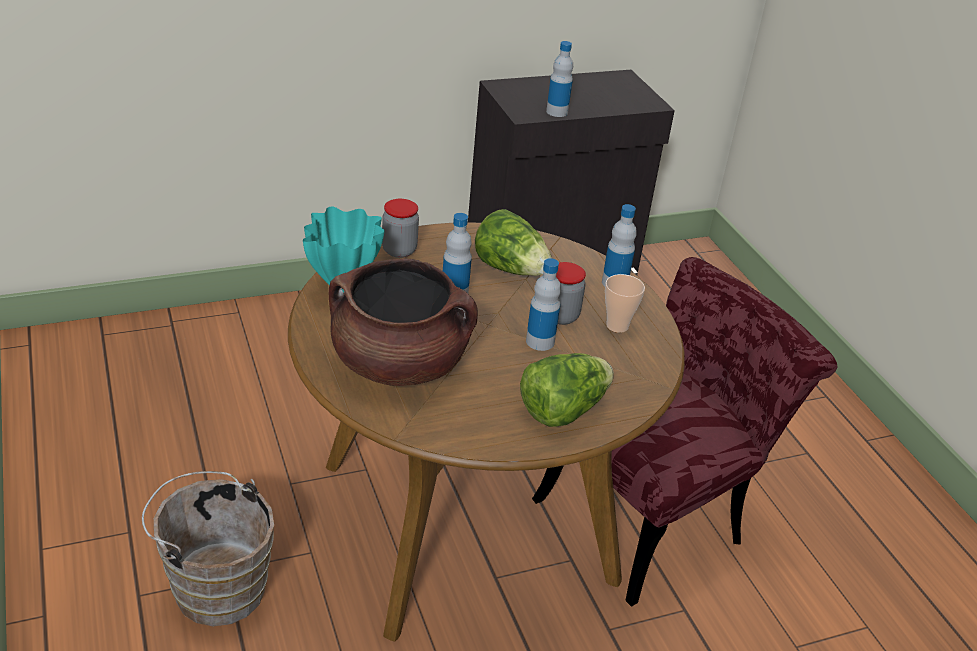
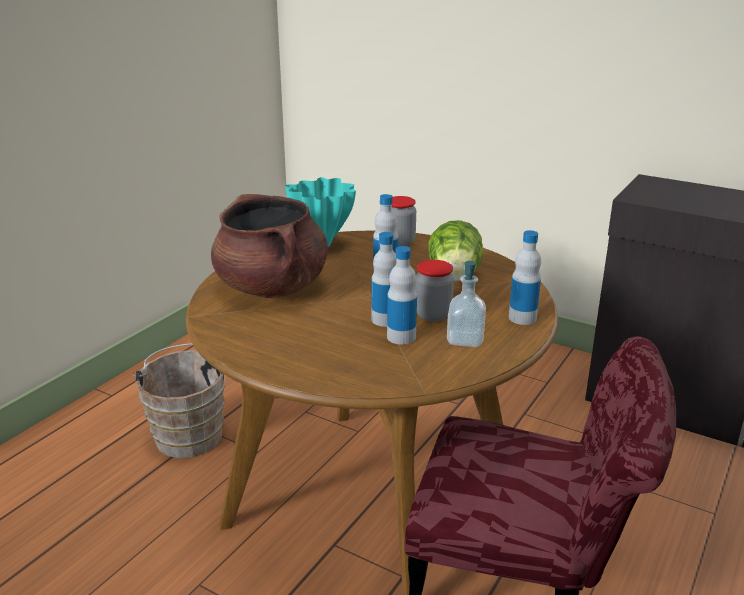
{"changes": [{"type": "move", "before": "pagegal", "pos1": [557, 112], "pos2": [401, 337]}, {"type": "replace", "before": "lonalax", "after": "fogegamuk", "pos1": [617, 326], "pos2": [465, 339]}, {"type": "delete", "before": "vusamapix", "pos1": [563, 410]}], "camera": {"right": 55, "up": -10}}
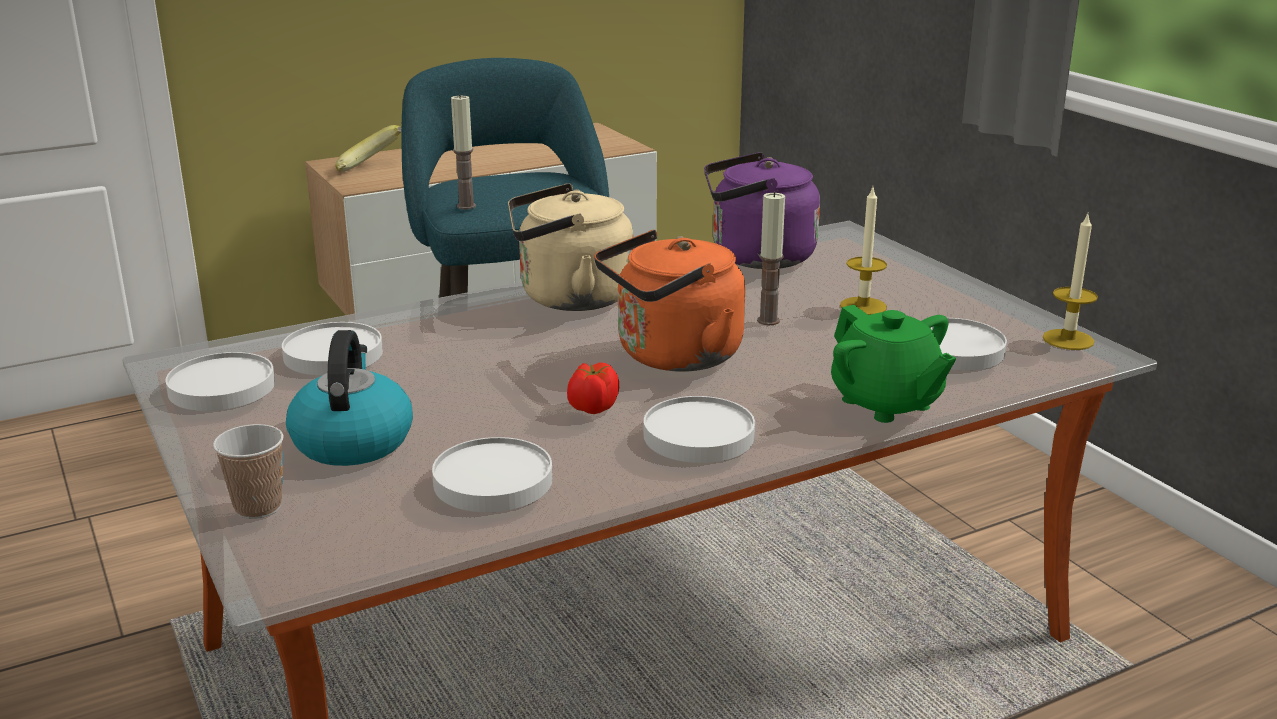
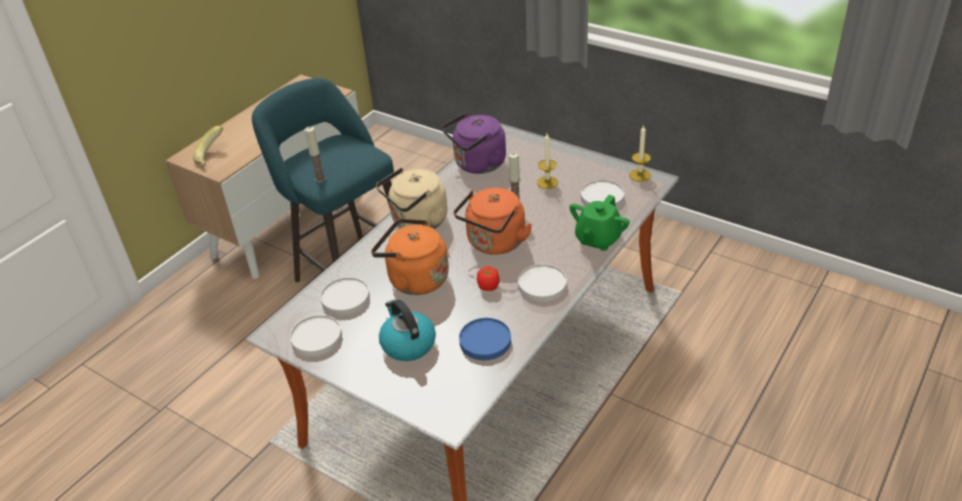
{"changes": [{"type": "rotate", "before": "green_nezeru", "pos1": [886, 403], "pos2": [598, 239], "turn": 90}, {"type": "delete", "before": "lonalax", "pos1": [258, 507]}, {"type": "recolor", "before": "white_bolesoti", "after": "blue_bolesoti", "pos1": [494, 481], "pos2": [485, 341]}, {"type": "insert", "after": "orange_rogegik", "pos2": [414, 279]}], "camera": {"right": -25, "up": 15}}
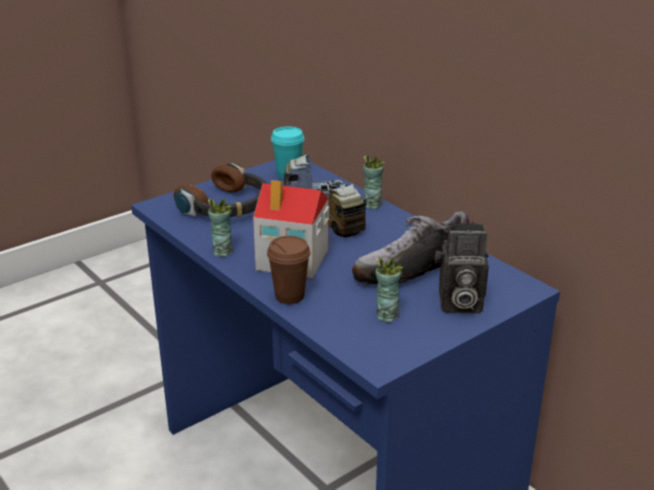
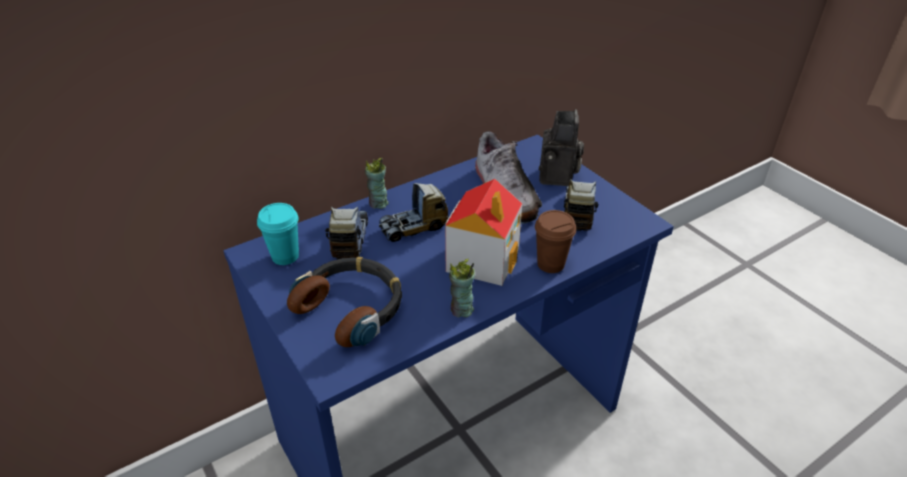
{"changes": [{"type": "replace", "before": "lonalax", "after": "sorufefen", "pos1": [386, 315], "pos2": [577, 212]}], "camera": {"right": -85, "up": 10}}
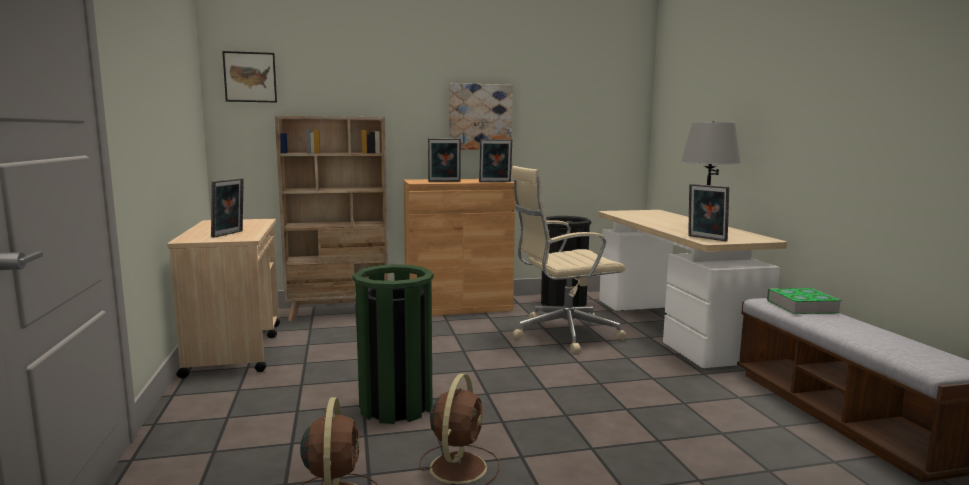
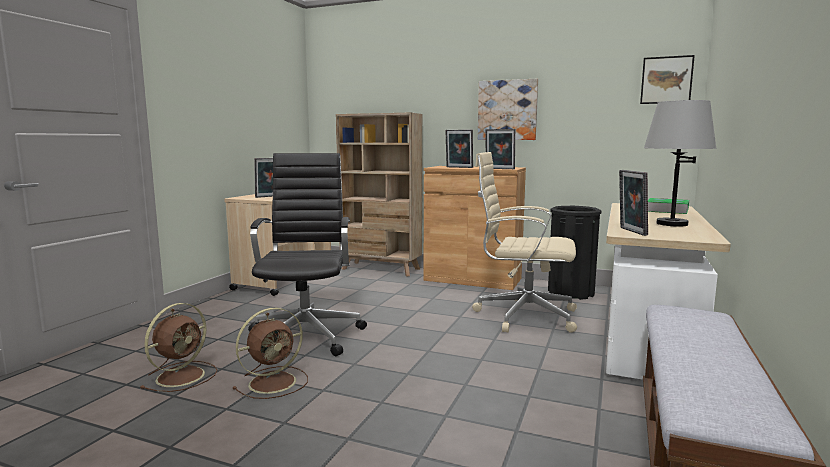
{"changes": [{"type": "move", "before": "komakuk", "pos1": [250, 77], "pos2": [666, 80]}, {"type": "replace", "before": "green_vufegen", "after": "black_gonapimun", "pos1": [396, 406], "pos2": [307, 335]}, {"type": "move", "before": "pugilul", "pos1": [802, 306], "pos2": [667, 210]}], "camera": {"right": 35, "up": 0}}
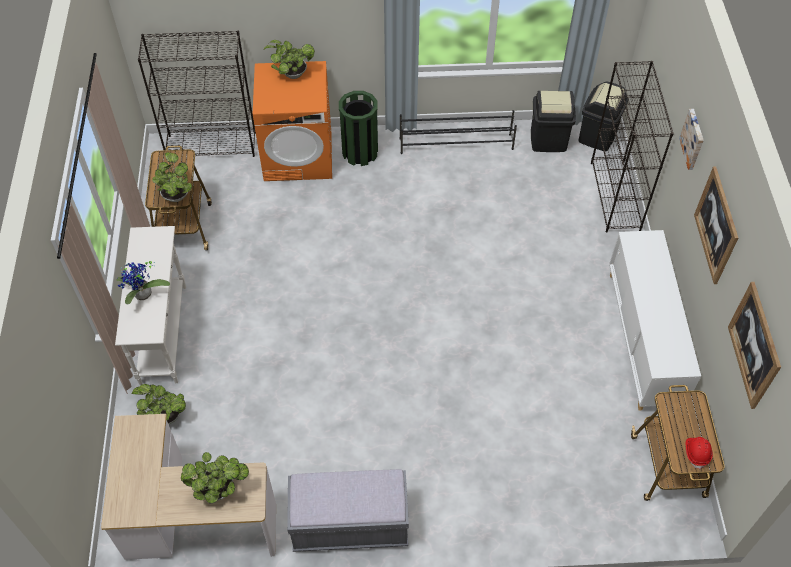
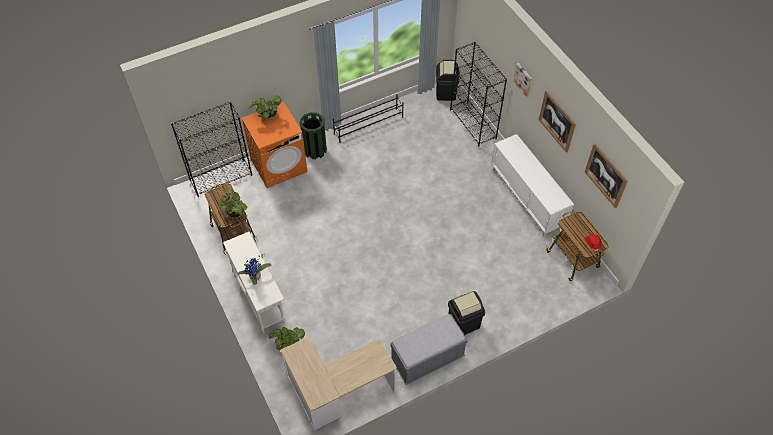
{"changes": [{"type": "move", "before": "black_vufegen", "pos1": [548, 140], "pos2": [463, 323]}, {"type": "delete", "before": "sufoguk", "pos1": [220, 489]}], "camera": {"right": -25, "up": 0}}
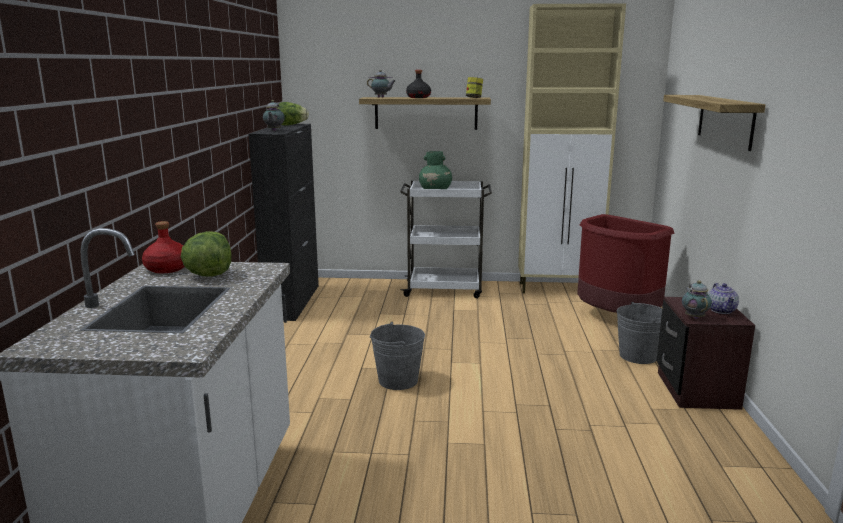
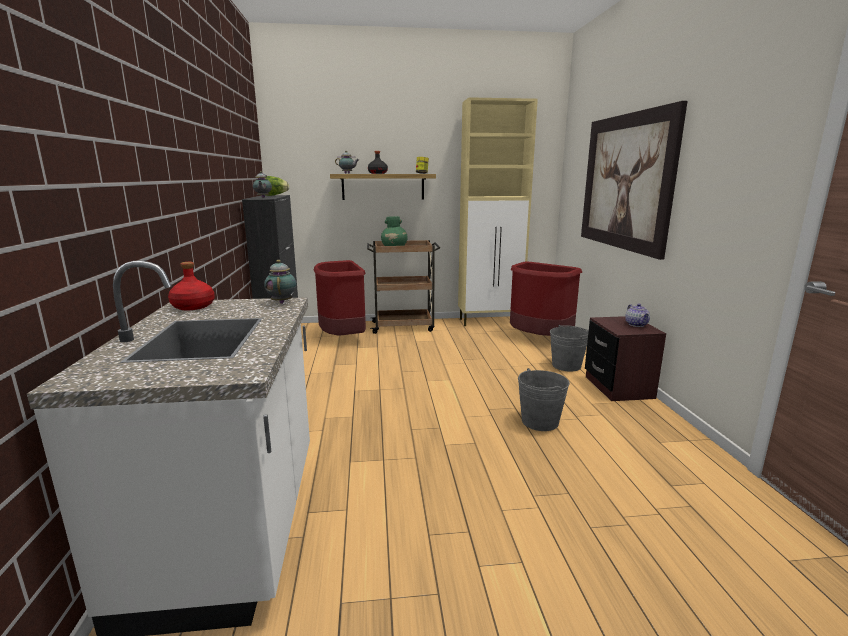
{"changes": [{"type": "replace", "before": "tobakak", "after": "komakuk", "pos1": [725, 120], "pos2": [625, 182]}, {"type": "recolor", "before": "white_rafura", "after": "brown_rafura", "pos1": [445, 289], "pos2": [404, 326]}, {"type": "delete", "before": "vusamapix", "pos1": [208, 275]}, {"type": "move", "before": "nezeru", "pos1": [694, 317], "pos2": [282, 302]}, {"type": "move", "before": "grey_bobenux", "pos1": [398, 380], "pos2": [539, 422]}, {"type": "insert", "after": "red_vufegen", "pos2": [342, 338]}], "camera": {"right": -10, "up": 0}}
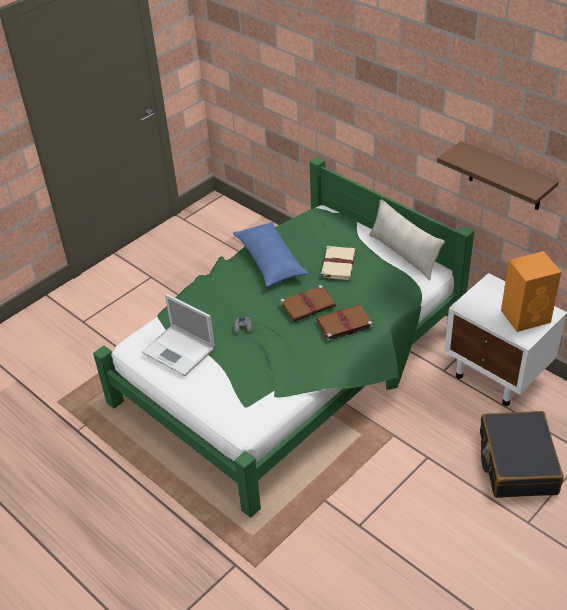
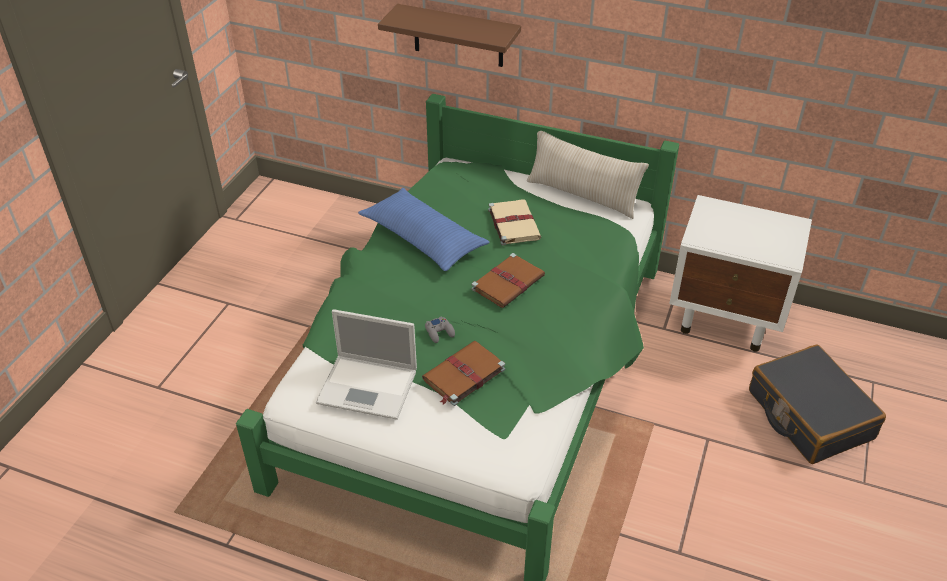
{"changes": [{"type": "move", "before": "brown_tobakak", "pos1": [505, 177], "pos2": [458, 36]}, {"type": "delete", "before": "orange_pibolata", "pos1": [526, 316]}, {"type": "move", "before": "brown_pugilul", "pos1": [343, 324], "pos2": [463, 375]}], "camera": {"right": -25, "up": 0}}
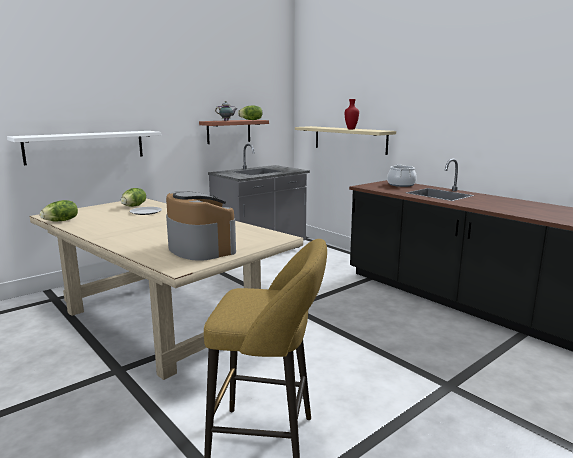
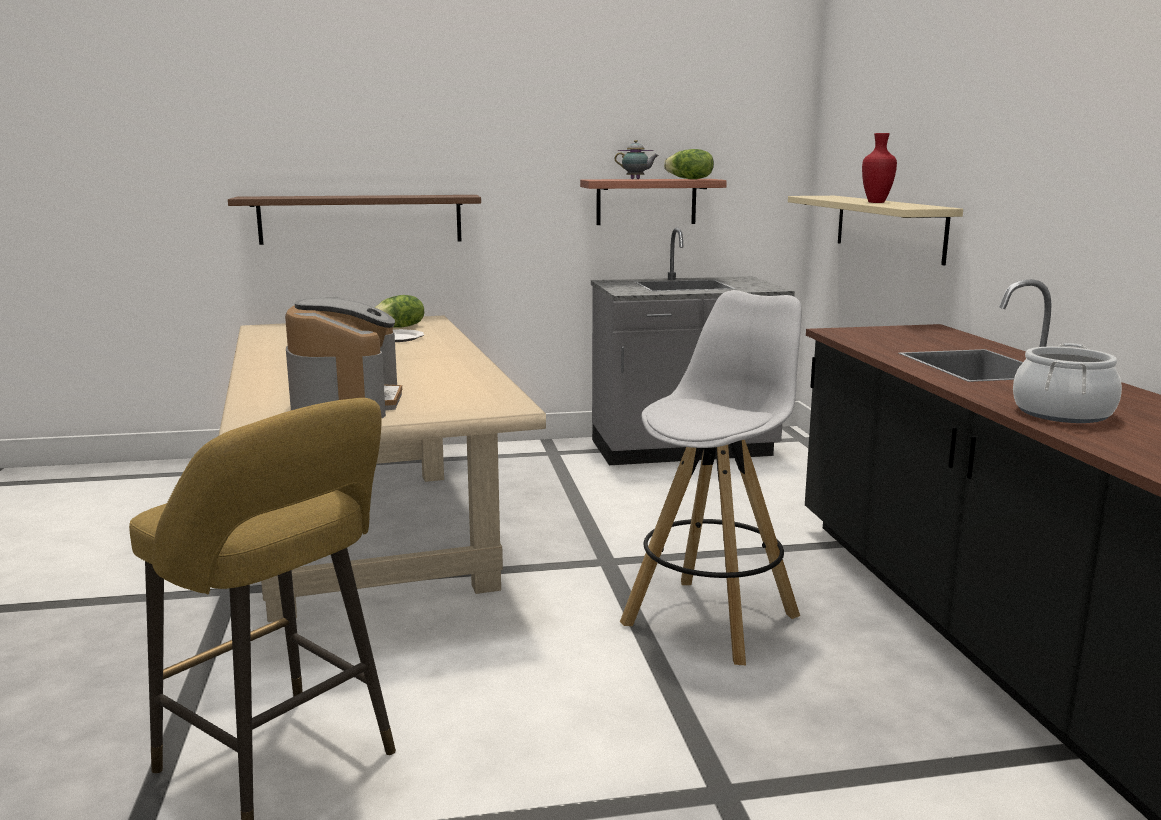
{"changes": [{"type": "recolor", "before": "white_tobakak", "after": "brown_tobakak", "pos1": [86, 146], "pos2": [360, 219]}, {"type": "move", "before": "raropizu", "pos1": [401, 184], "pos2": [1062, 413]}, {"type": "delete", "before": "vusamapix", "pos1": [61, 221]}, {"type": "insert", "after": "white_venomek", "pos2": [712, 619]}], "camera": {"right": 30, "up": 0}}
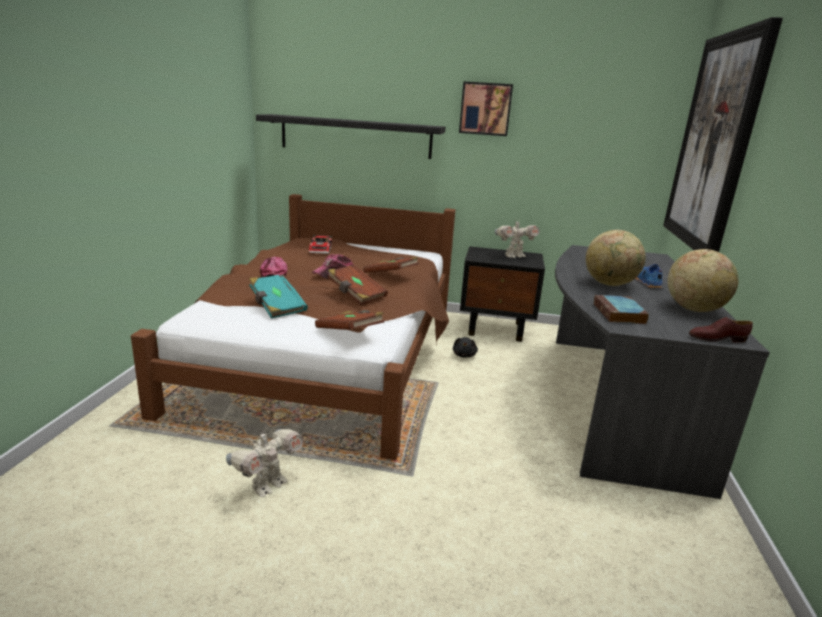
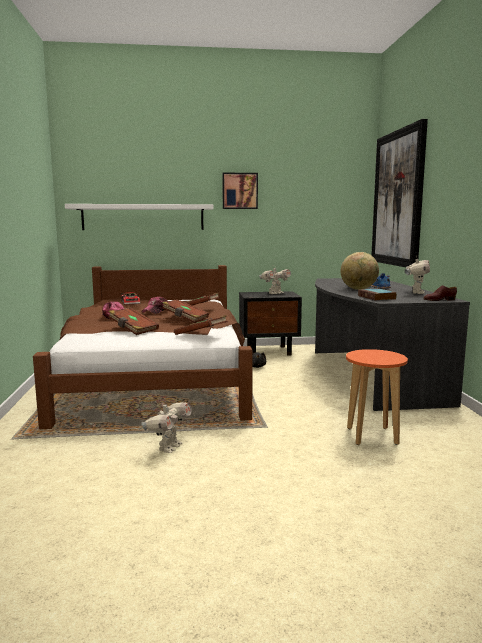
{"changes": [{"type": "recolor", "before": "black_tobakak", "after": "white_tobakak", "pos1": [355, 136], "pos2": [143, 217]}, {"type": "replace", "before": "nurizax", "after": "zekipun", "pos1": [694, 309], "pos2": [416, 293]}, {"type": "recolor", "before": "turquoise_pugilul", "after": "brown_pugilul", "pos1": [277, 307], "pos2": [133, 330]}, {"type": "insert", "after": "orange_venomek", "pos2": [372, 436]}], "camera": {"right": -15, "up": -10}}
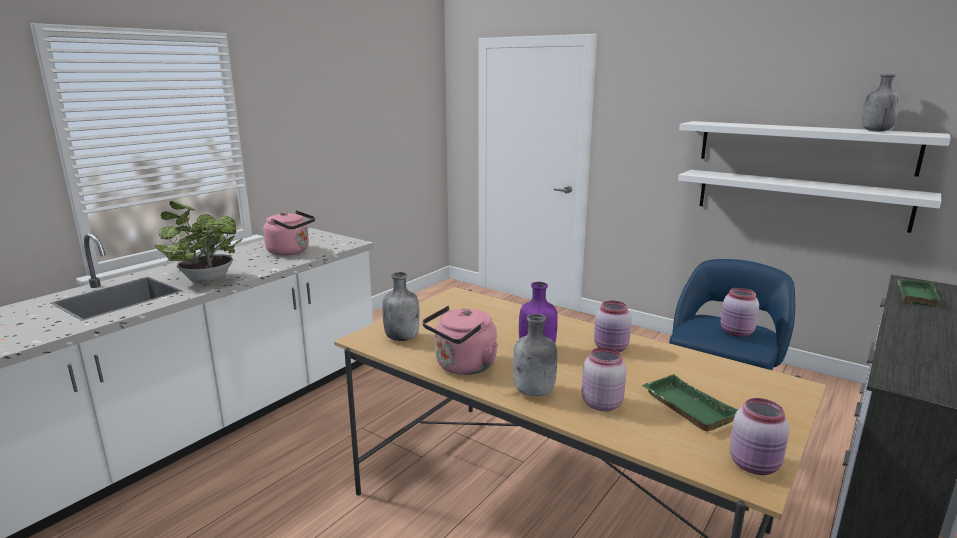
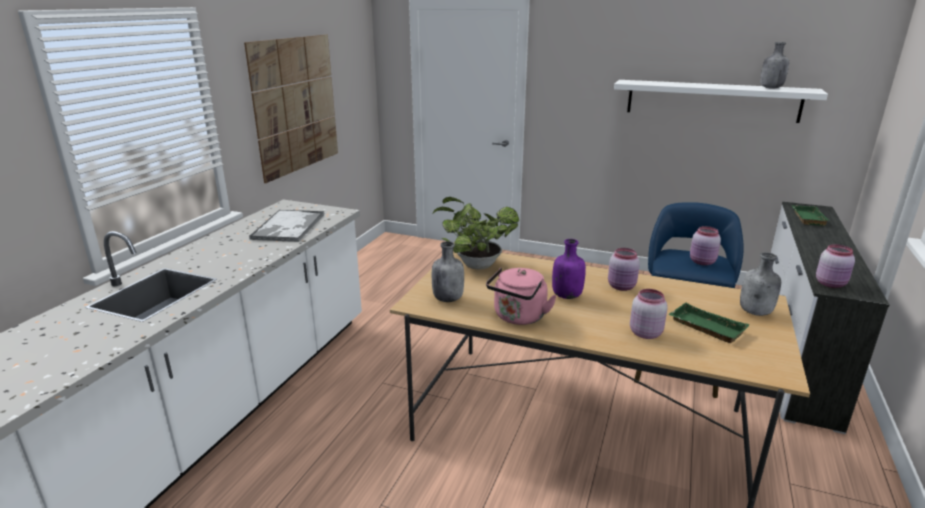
{"changes": [{"type": "delete", "before": "white_tobakak", "pos1": [799, 199]}, {"type": "move", "before": "sufoguk", "pos1": [205, 280], "pos2": [474, 265]}, {"type": "replace", "before": "pink_rogegik", "after": "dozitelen", "pos1": [291, 251], "pos2": [288, 227]}, {"type": "move", "before": "grey_pagegal", "pos1": [534, 392], "pos2": [756, 312]}, {"type": "move", "before": "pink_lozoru", "pos1": [755, 465], "pos2": [831, 284]}, {"type": "insert", "after": "komakuk", "pos2": [296, 105]}], "camera": {"right": -15, "up": 5}}
